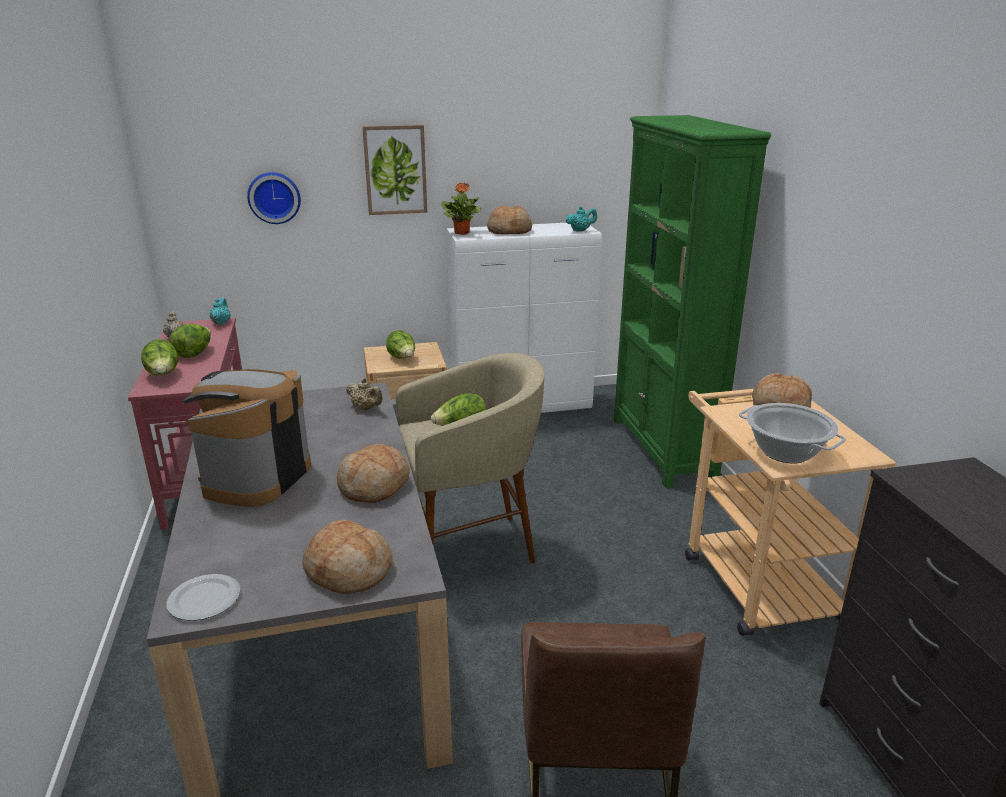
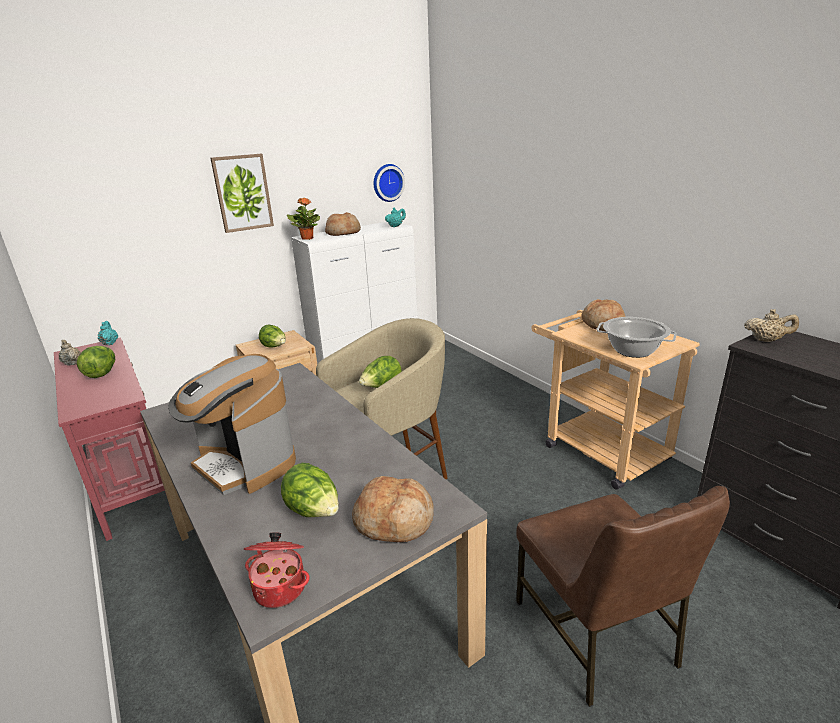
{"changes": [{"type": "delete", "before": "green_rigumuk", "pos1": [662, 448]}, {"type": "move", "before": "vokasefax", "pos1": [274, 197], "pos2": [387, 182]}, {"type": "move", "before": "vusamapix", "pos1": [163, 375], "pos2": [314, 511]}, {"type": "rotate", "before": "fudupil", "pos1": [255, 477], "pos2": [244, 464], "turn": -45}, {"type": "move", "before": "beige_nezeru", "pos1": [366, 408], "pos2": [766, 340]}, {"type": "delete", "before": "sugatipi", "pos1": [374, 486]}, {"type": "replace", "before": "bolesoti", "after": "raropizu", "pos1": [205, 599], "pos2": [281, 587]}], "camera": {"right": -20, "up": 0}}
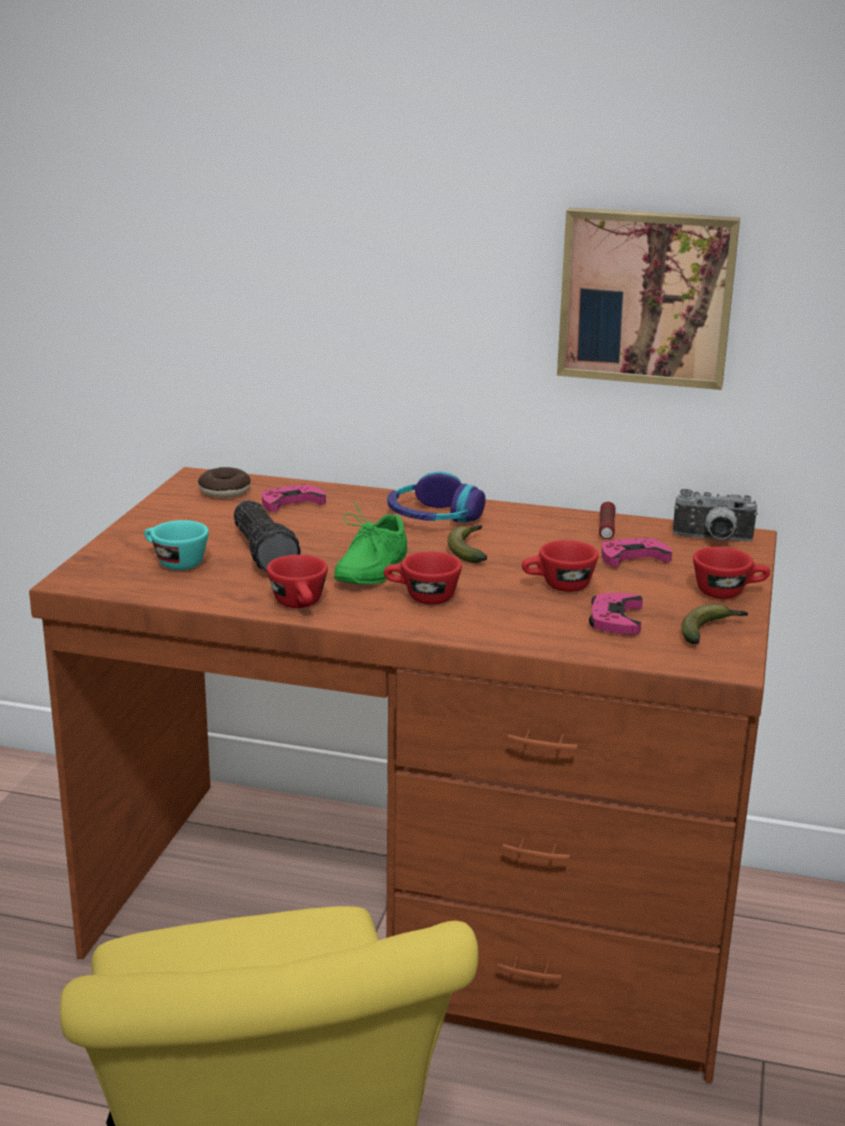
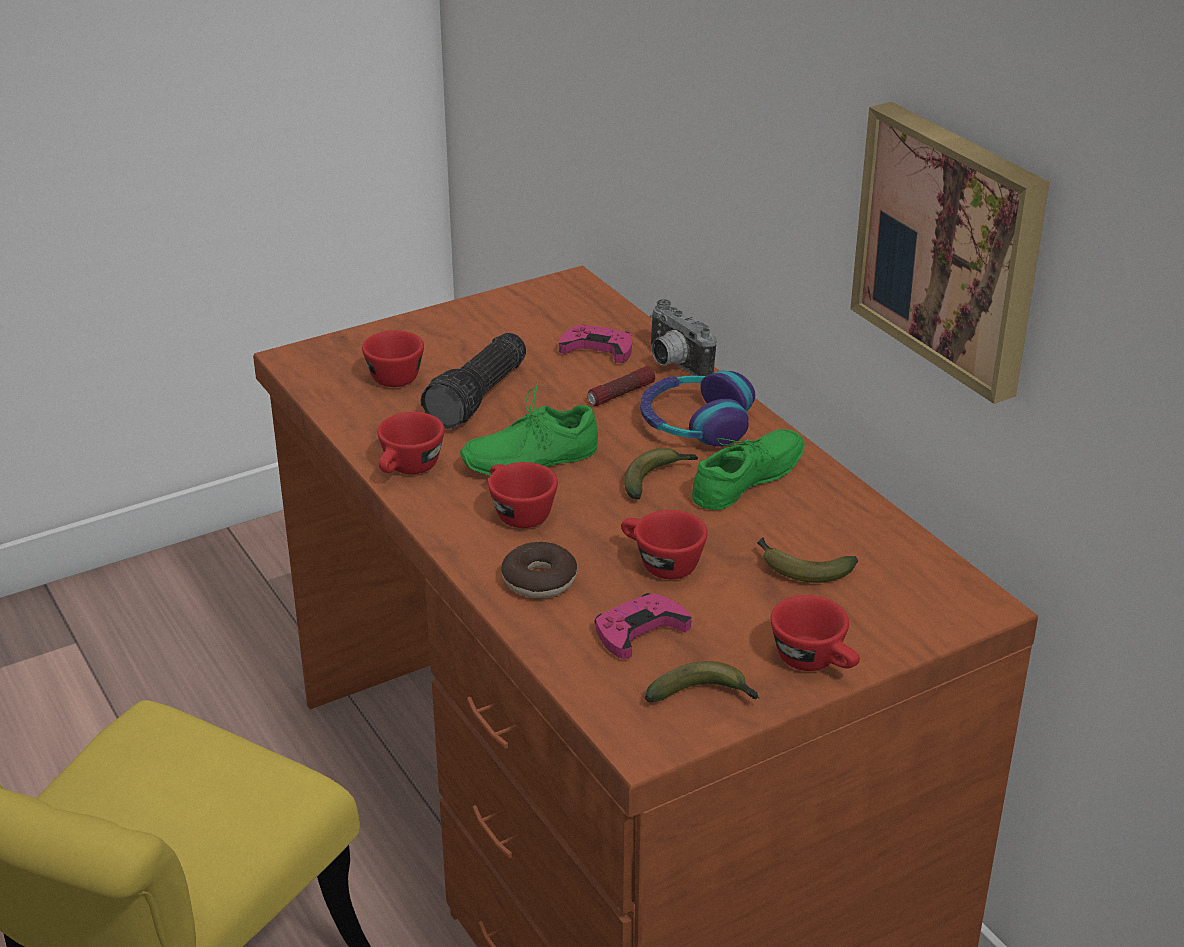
{"changes": [{"type": "move", "before": "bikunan", "pos1": [224, 491], "pos2": [539, 580]}, {"type": "move", "before": "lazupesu", "pos1": [712, 540], "pos2": [673, 364]}, {"type": "move", "before": "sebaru", "pos1": [606, 528], "pos2": [621, 394]}, {"type": "recolor", "before": "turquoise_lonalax", "after": "red_lonalax", "pos1": [174, 562], "pos2": [393, 374]}, {"type": "replace", "before": "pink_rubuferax", "after": "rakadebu", "pos1": [633, 557], "pos2": [800, 568]}, {"type": "insert", "after": "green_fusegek", "pos2": [751, 481]}], "camera": {"right": 45, "up": 10}}
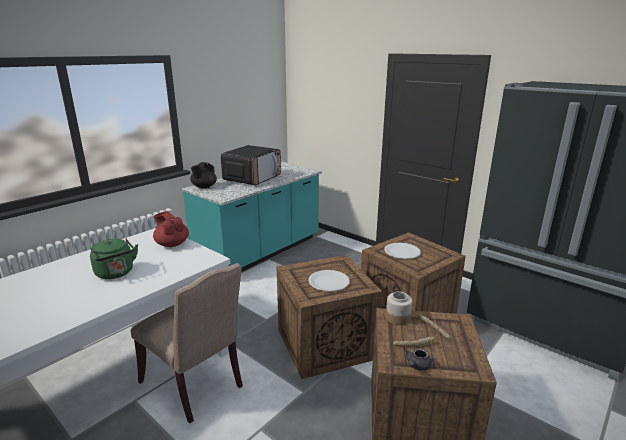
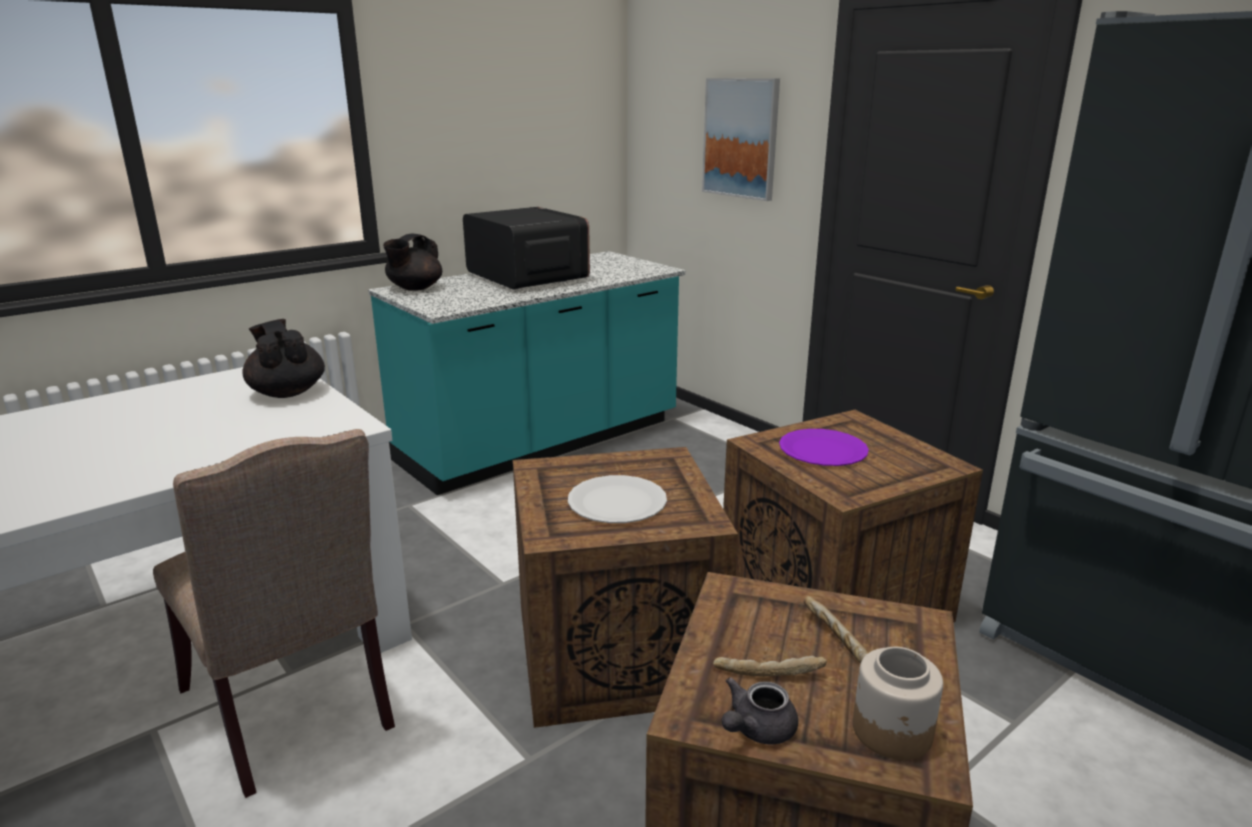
{"changes": [{"type": "rotate", "before": "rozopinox", "pos1": [252, 178], "pos2": [526, 277], "turn": -75}, {"type": "recolor", "before": "red_nezeru", "after": "black_nezeru", "pos1": [172, 244], "pos2": [287, 392]}, {"type": "delete", "before": "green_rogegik", "pos1": [116, 273]}, {"type": "recolor", "before": "white_bolesoti", "after": "purple_bolesoti", "pos1": [402, 252], "pos2": [823, 450]}, {"type": "move", "before": "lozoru", "pos1": [398, 318], "pos2": [893, 732]}, {"type": "insert", "after": "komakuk", "pos2": [741, 138]}], "camera": {"right": 10, "up": 0}}
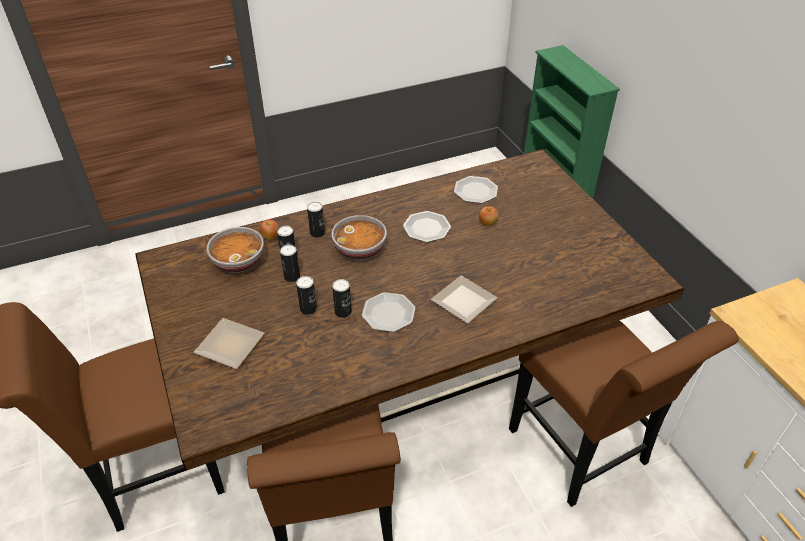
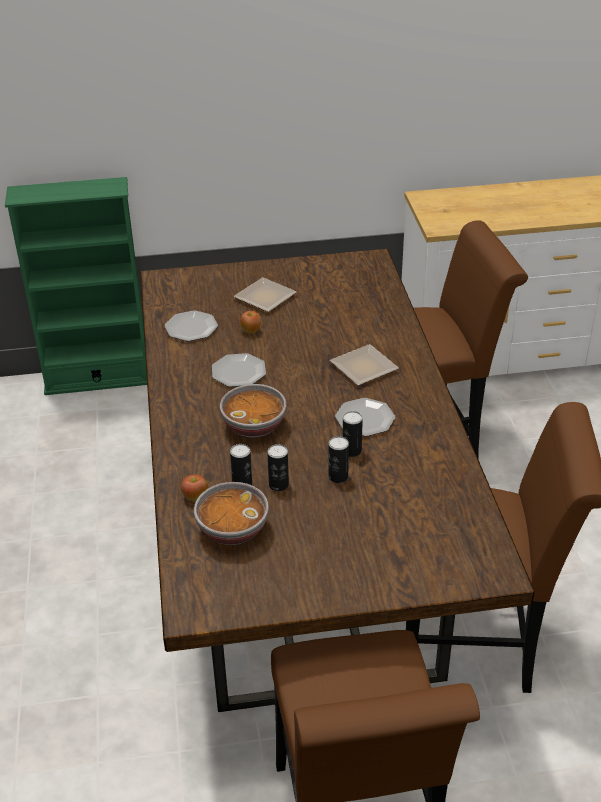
{"changes": [{"type": "delete", "before": "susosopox", "pos1": [317, 233]}, {"type": "move", "before": "bolesoti", "pos1": [227, 346], "pos2": [265, 299]}], "camera": {"right": -75, "up": -5}}
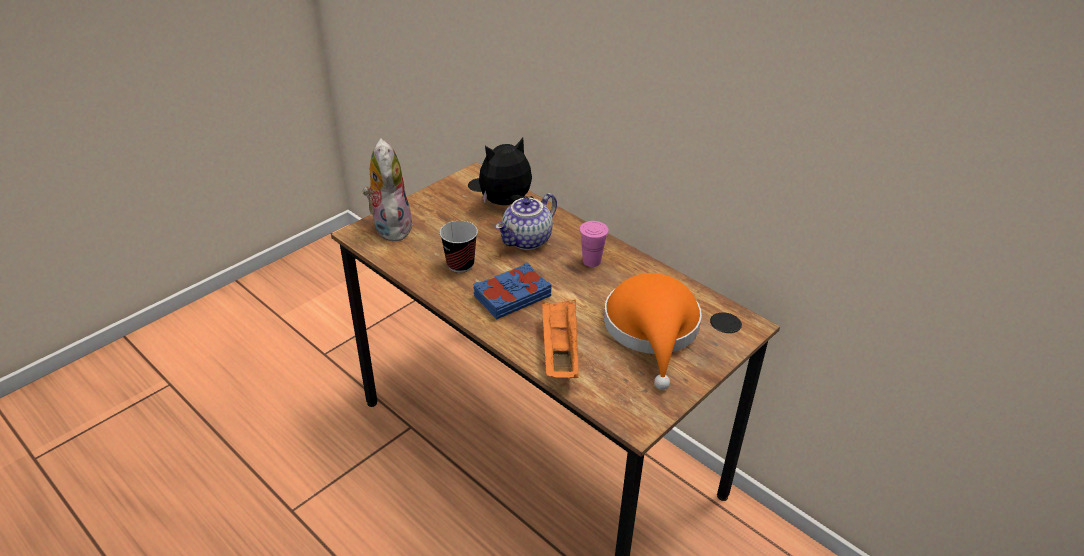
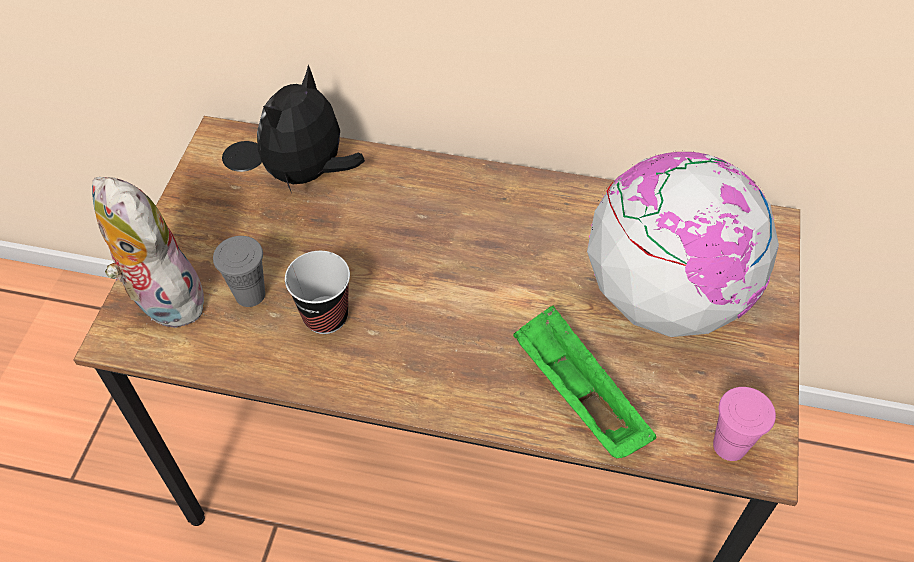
{"changes": [{"type": "delete", "before": "nezeru", "pos1": [527, 241]}, {"type": "move", "before": "pink_lonalax", "pos1": [591, 261], "pos2": [729, 445]}, {"type": "delete", "before": "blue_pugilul", "pos1": [511, 295]}, {"type": "replace", "before": "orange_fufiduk", "after": "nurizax", "pos1": [652, 330], "pos2": [665, 296]}, {"type": "recolor", "before": "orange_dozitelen", "after": "green_dozitelen", "pos1": [559, 351], "pos2": [576, 395]}, {"type": "insert", "after": "grey_lonalax", "pos2": [250, 294]}], "camera": {"right": -30, "up": 15}}
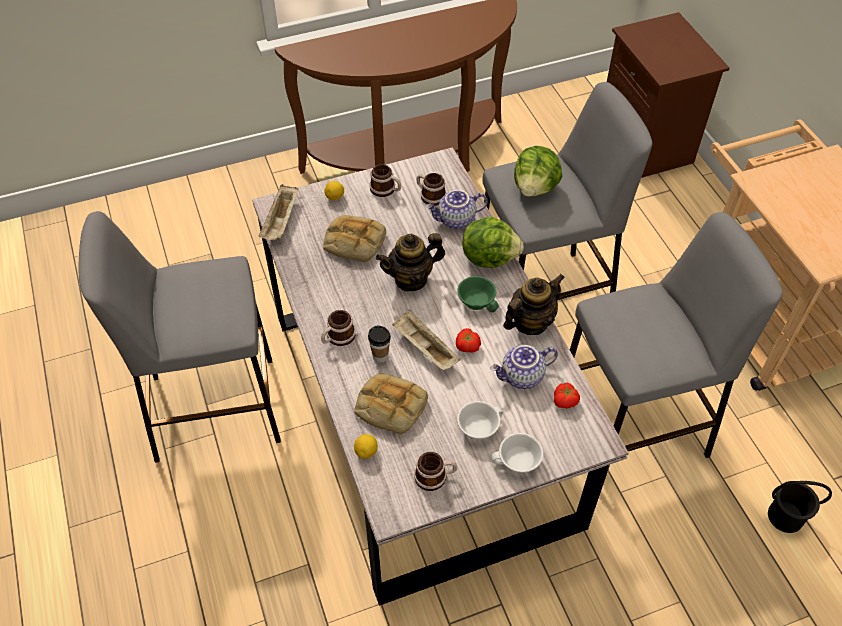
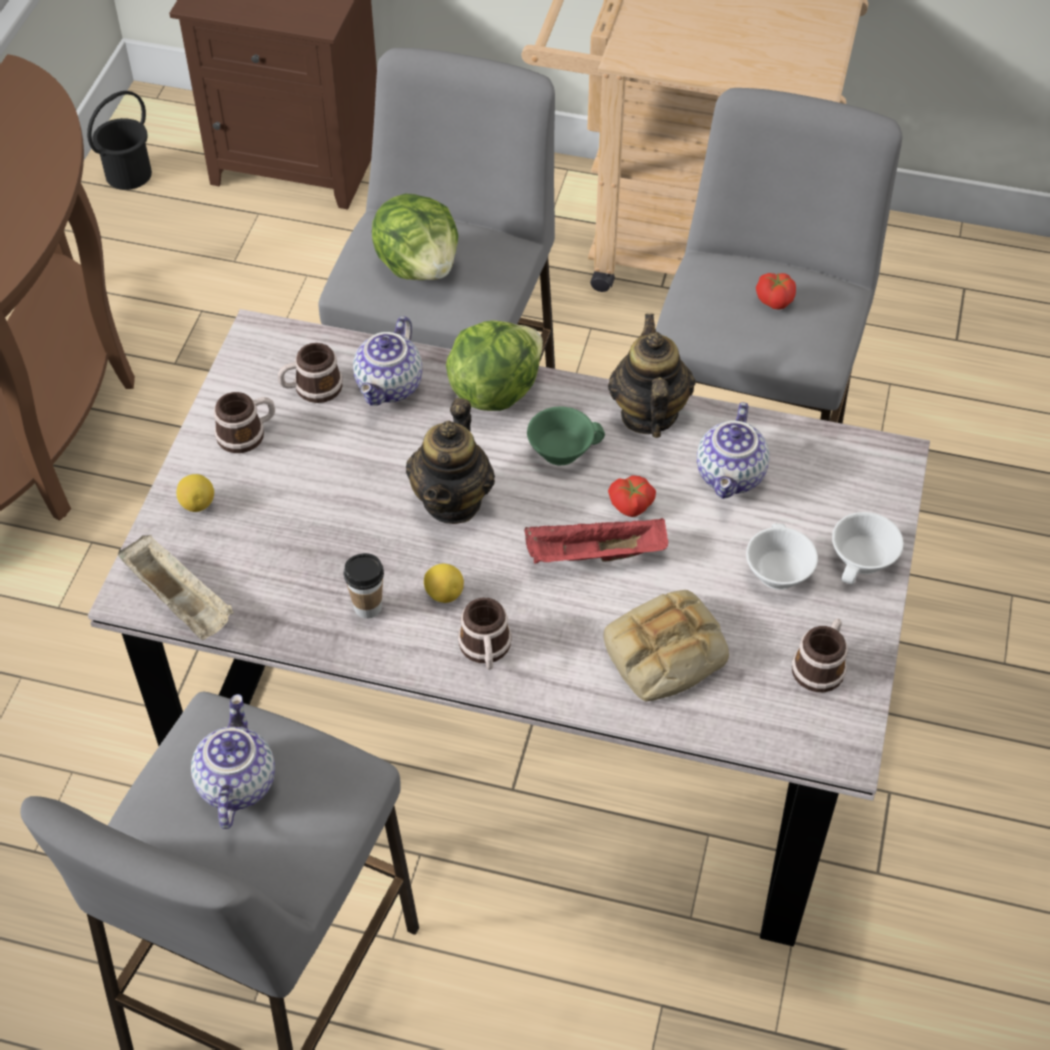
{"changes": [{"type": "delete", "before": "sugatipi", "pos1": [353, 242]}, {"type": "recolor", "before": "beige_dozitelen", "after": "red_dozitelen", "pos1": [424, 348], "pos2": [594, 556]}, {"type": "move", "before": "lonalax", "pos1": [380, 356], "pos2": [368, 607]}, {"type": "move", "before": "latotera", "pos1": [565, 401], "pos2": [775, 299]}, {"type": "move", "before": "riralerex", "pos1": [366, 452], "pos2": [444, 593]}, {"type": "move", "before": "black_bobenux", "pos1": [786, 517], "pos2": [129, 174]}, {"type": "insert", "after": "nezeru", "pos2": [235, 783]}], "camera": {"right": -55, "up": 0}}
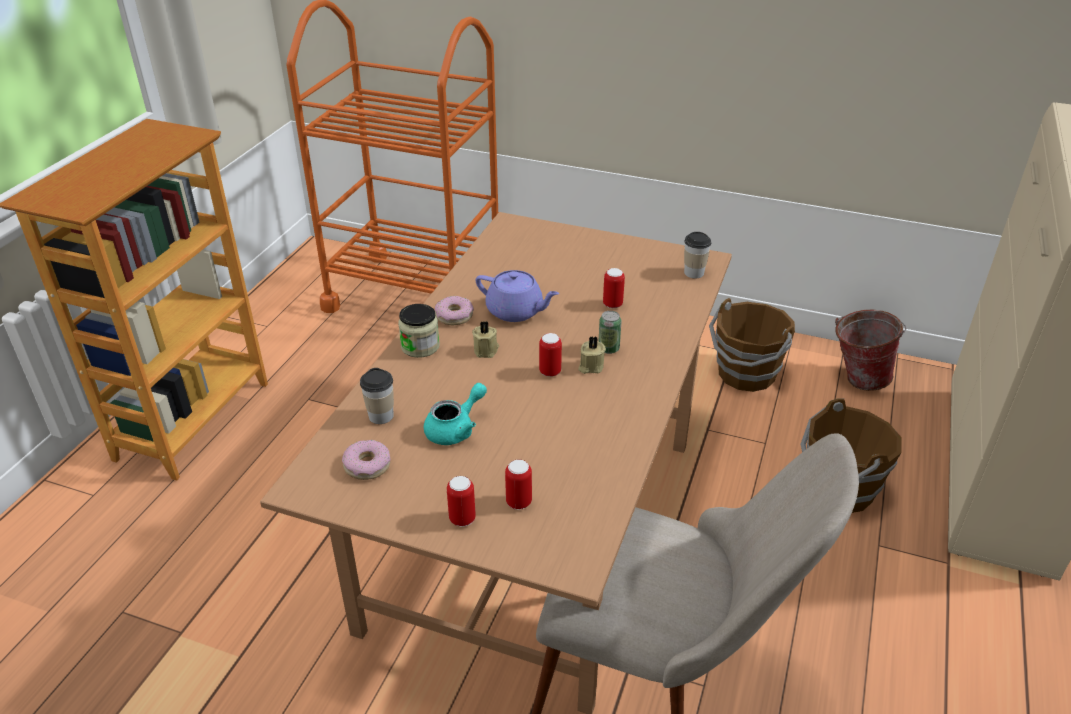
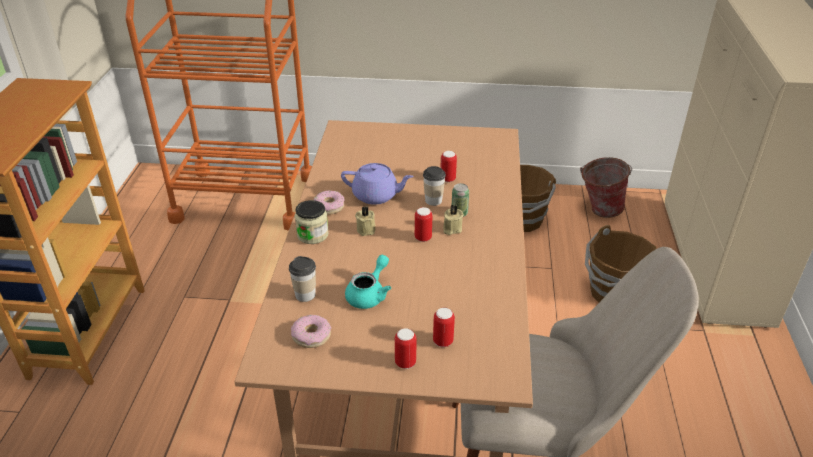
{"changes": [{"type": "move", "before": "lonalax", "pos1": [694, 273], "pos2": [433, 200]}], "camera": {"right": -15, "up": 0}}
